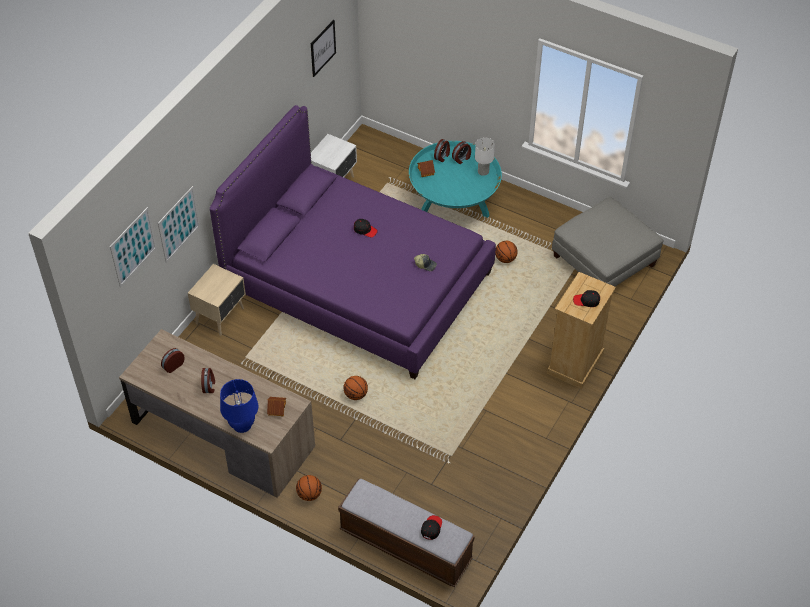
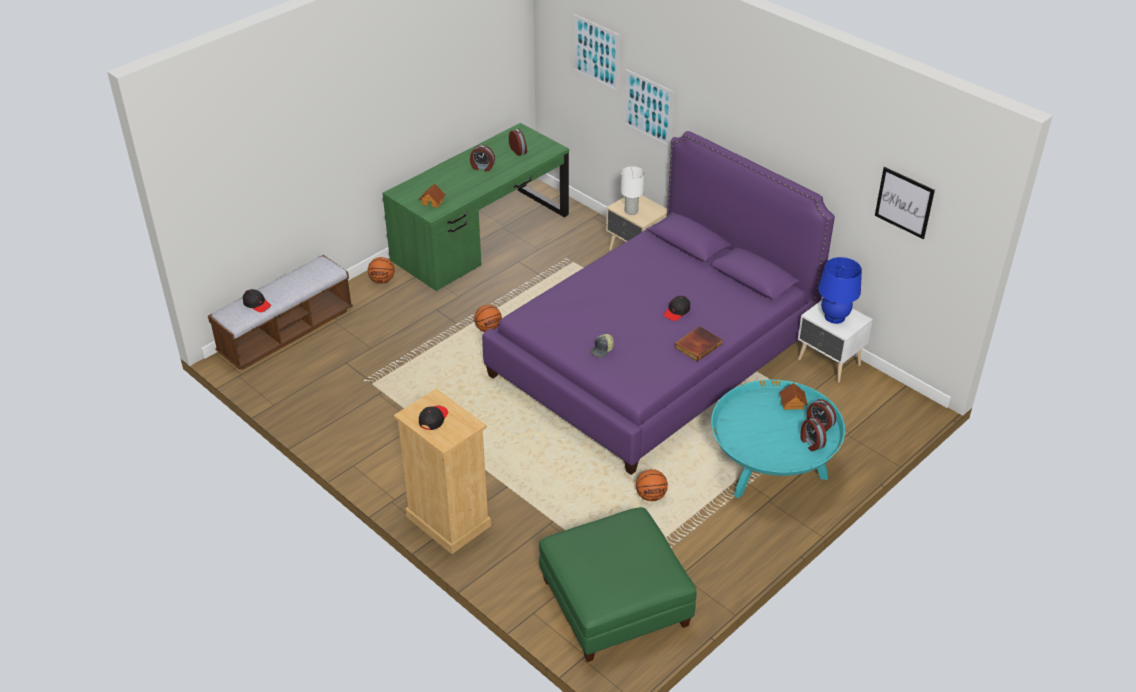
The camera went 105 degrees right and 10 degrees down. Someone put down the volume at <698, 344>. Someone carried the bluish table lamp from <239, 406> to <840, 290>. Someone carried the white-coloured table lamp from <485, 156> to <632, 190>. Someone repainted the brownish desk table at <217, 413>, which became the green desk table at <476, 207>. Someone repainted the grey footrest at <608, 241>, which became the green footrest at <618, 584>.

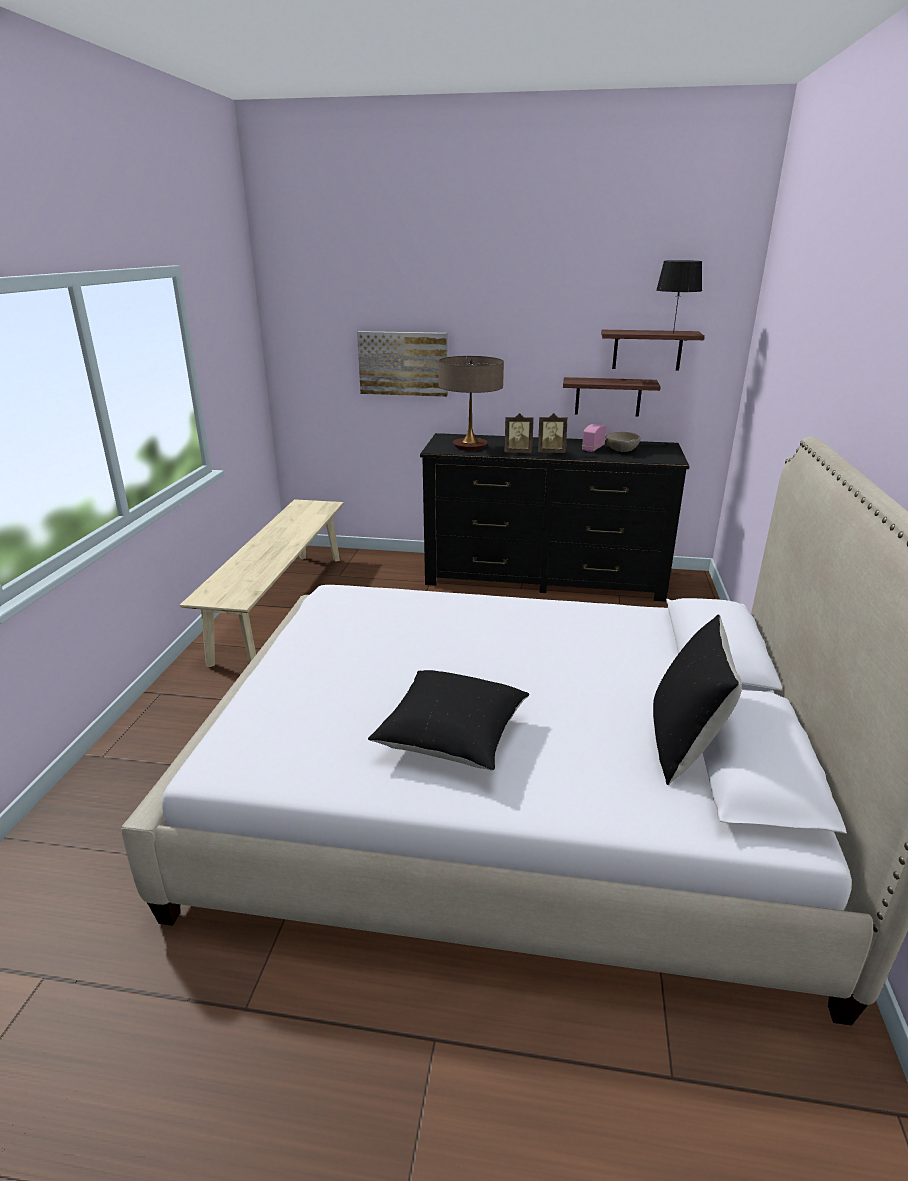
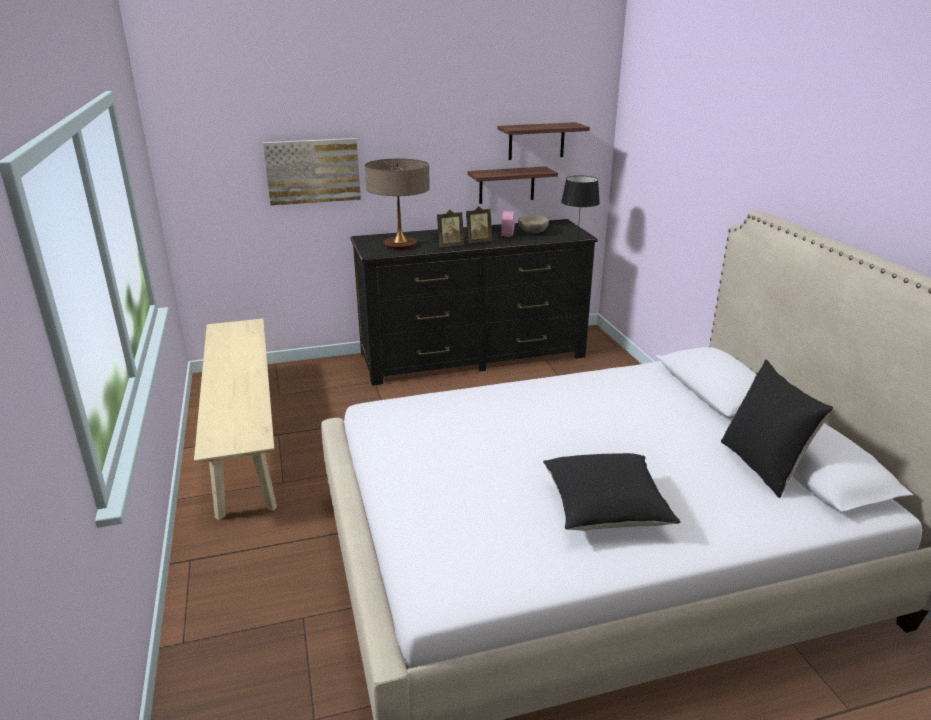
The camera went 25 degrees left and 0 degrees up. Someone carried the black-coloured table lamp from <679, 296> to <580, 204>.

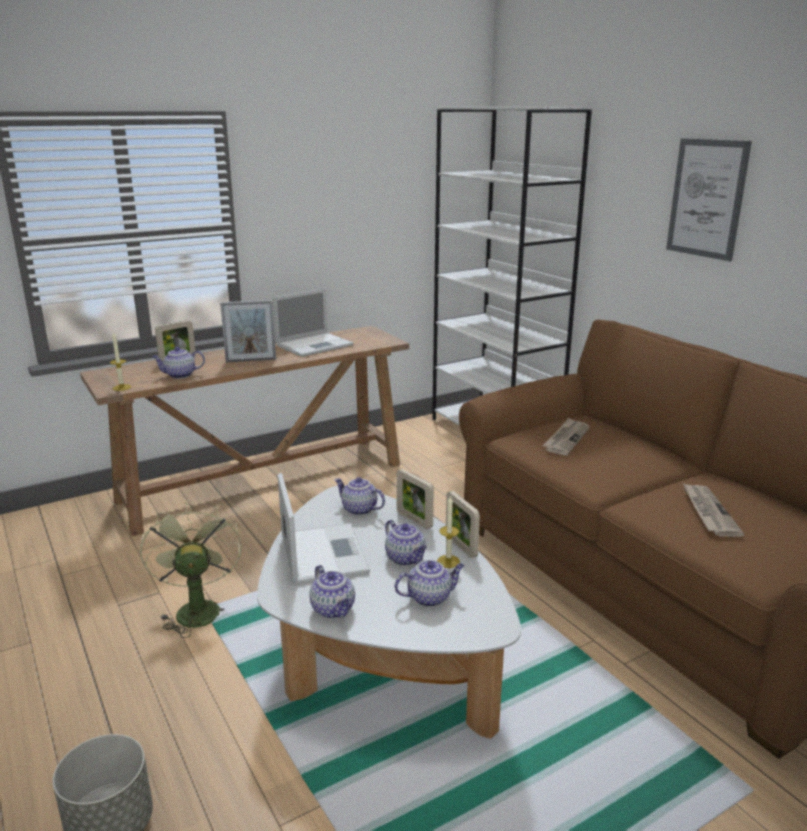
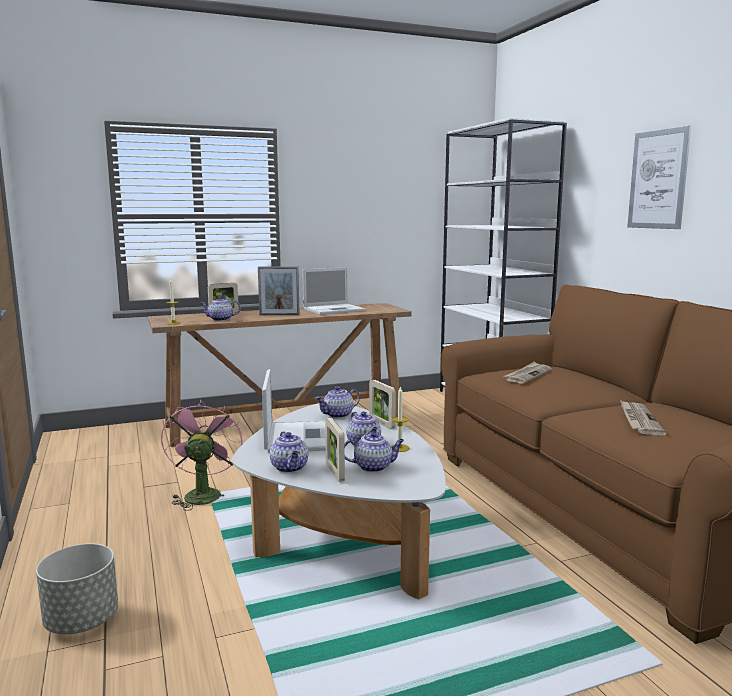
The camera went 10 degrees right and 10 degrees down. Someone carried the picture frame from <463, 524> to <335, 450>. Someone repainted the green cooling fan at <191, 570>, which became the pink cooling fan at <202, 455>. Someone rotated the tea pot at <359, 496> by 75 degrees counterclockwise.

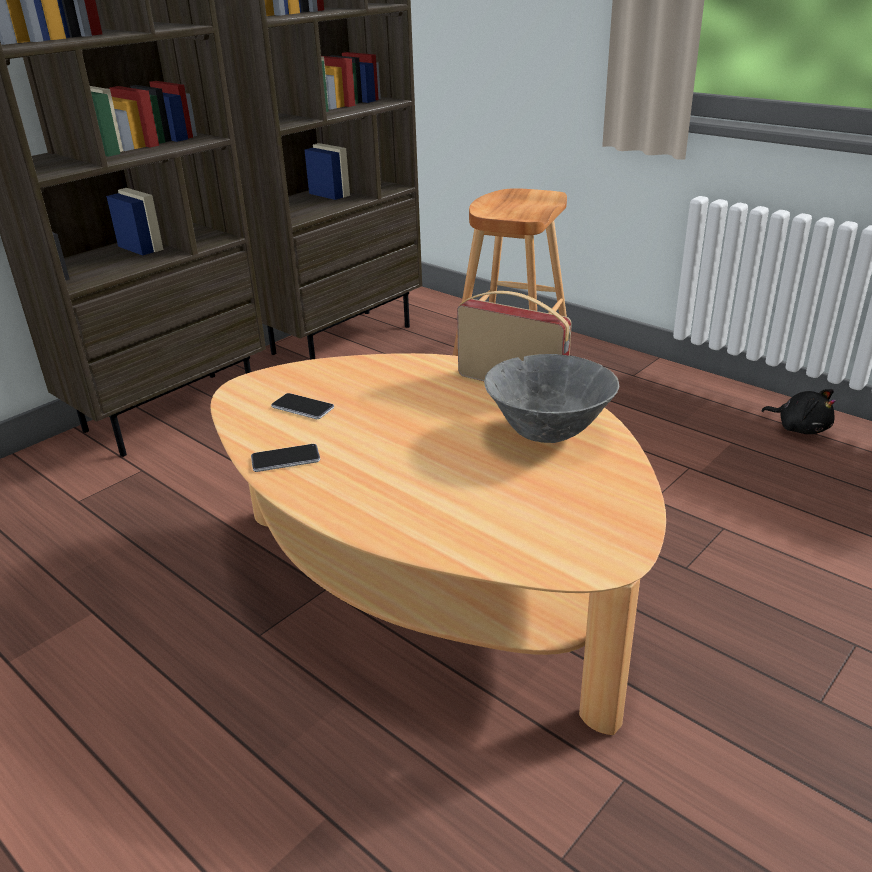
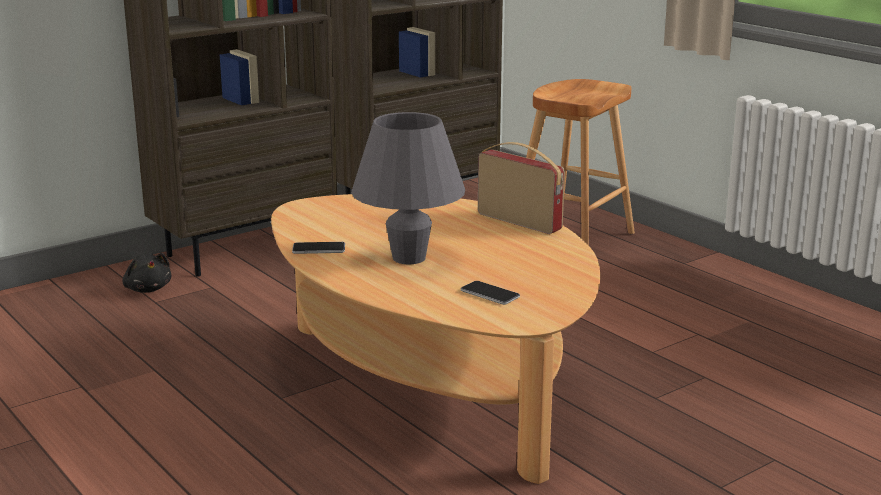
The camera went 10 degrees right and 10 degrees down. Someone took away the grey serving bowl at <551, 398>. Someone put down the grey table lamp at <408, 188>. Someone carried the telephone from <302, 406> to <490, 293>. Someone carried the black-coloured soft toy from <799, 411> to <146, 273>.

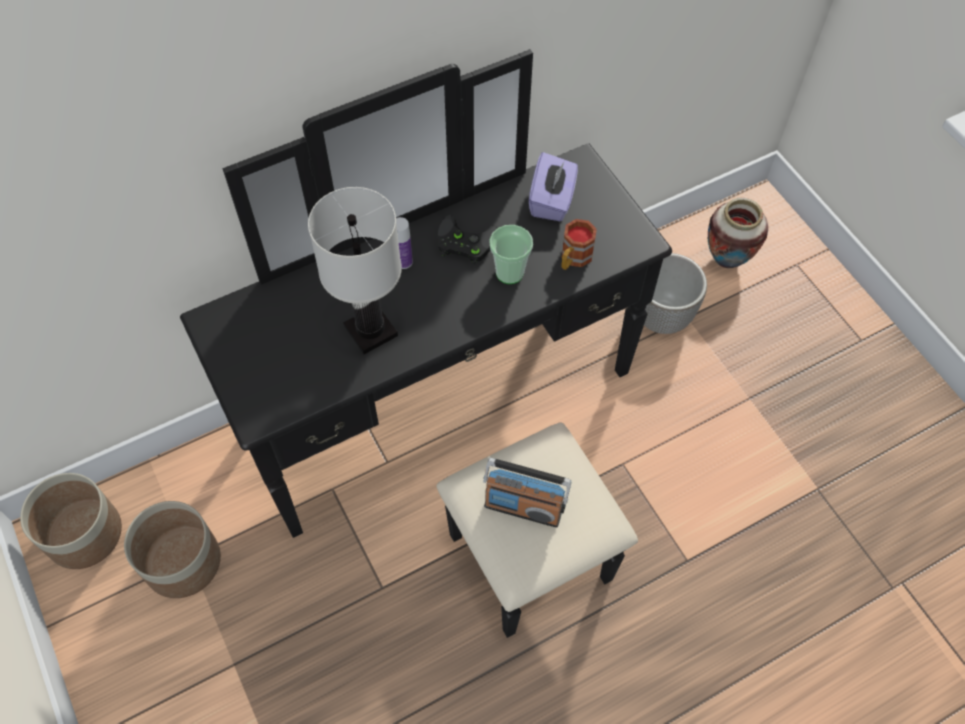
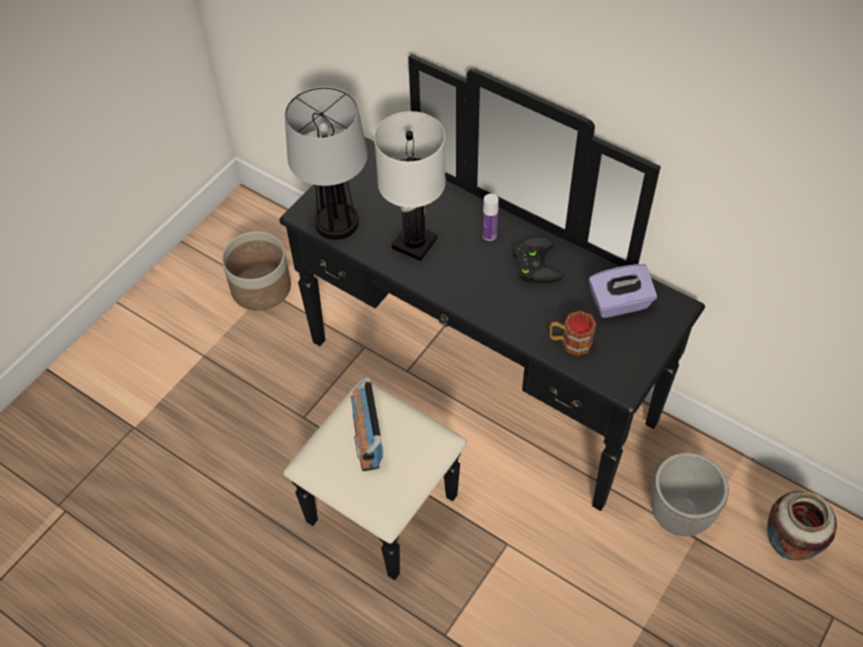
The camera went 65 degrees right and 5 degrees down. Someone took away the plant pot at <71, 521>. Someone took away the cup at <511, 254>. Someone put down the table lamp at <326, 163>.

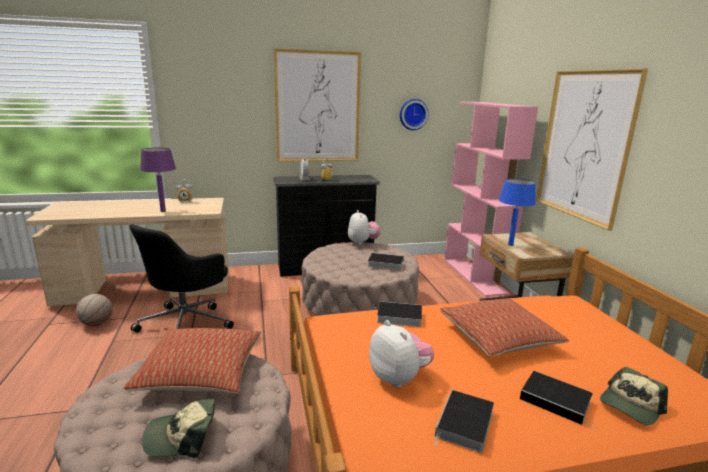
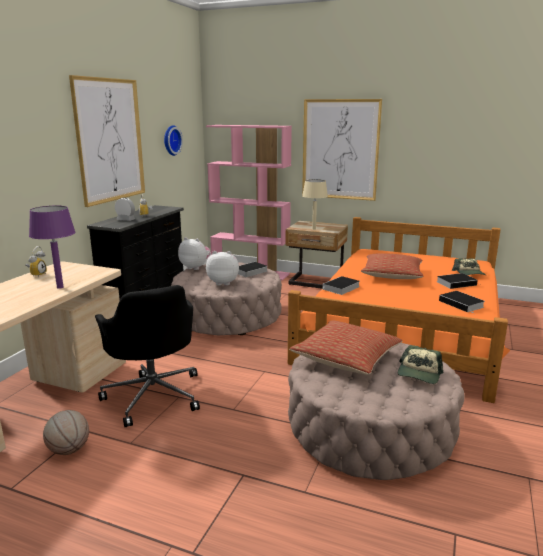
The camera went 55 degrees left and 0 degrees up. Someone carried the soft toy from <401, 354> to <222, 268>. Someone repainted the bluish table lamp at <517, 212>, which became the beige-coloured table lamp at <315, 204>.

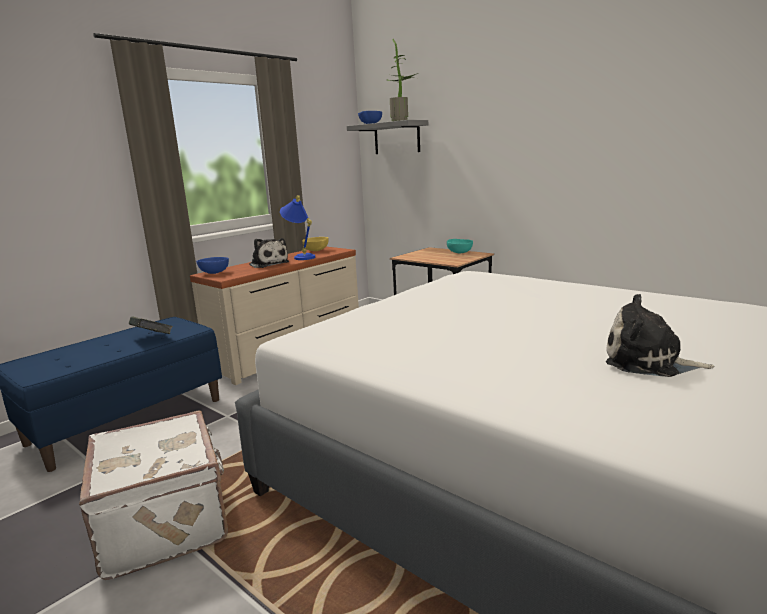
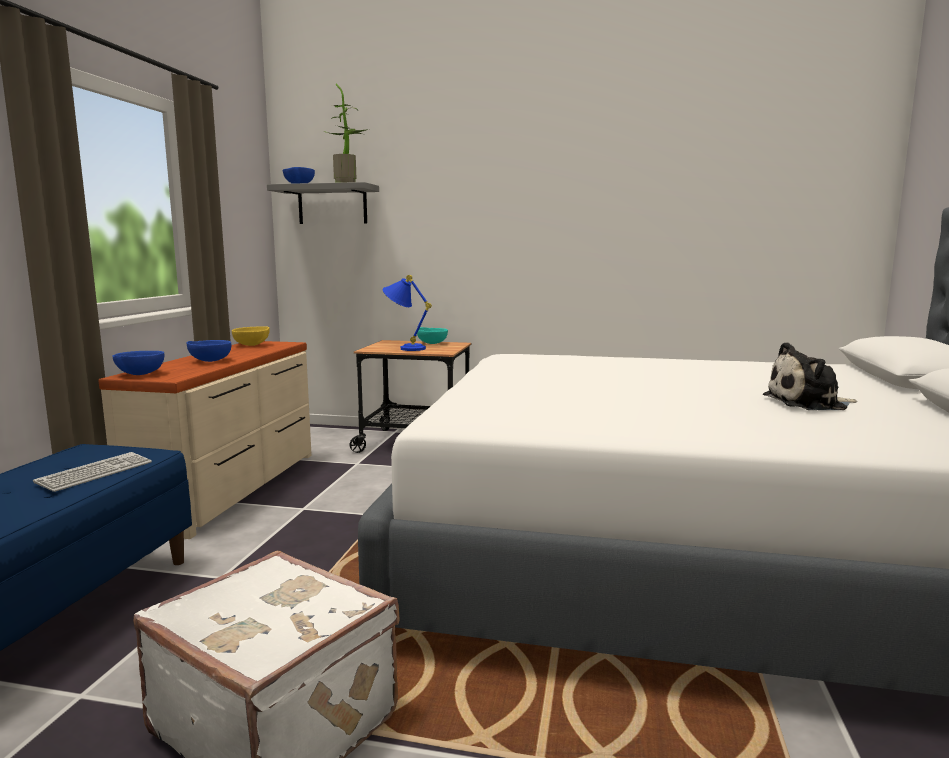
The camera went 30 degrees left and 5 degrees down. Someone carried the bluish table lamp from <297, 227> to <407, 313>. Someone swapped the volume at <151, 325> for the computer keyboard at <92, 472>. Someone swapped the soft toy at <269, 253> for the bluish serving bowl at <208, 351>.

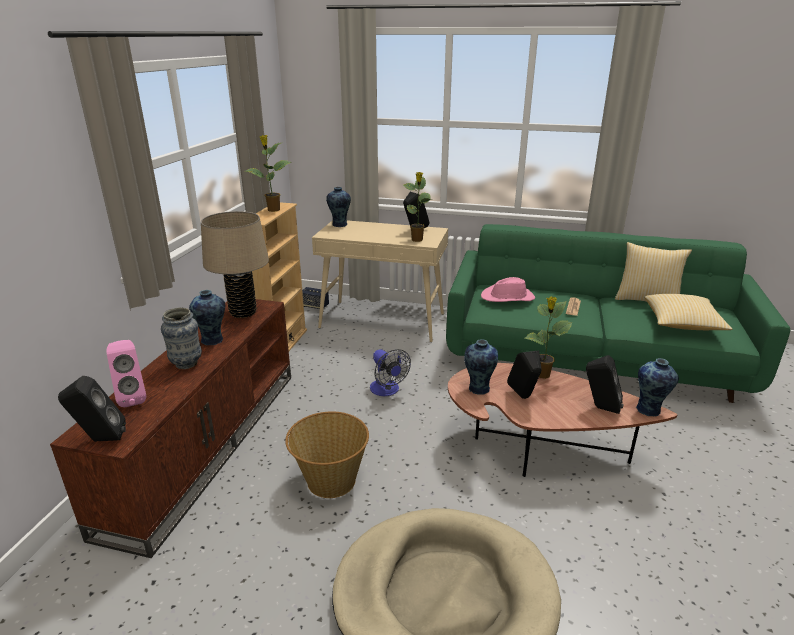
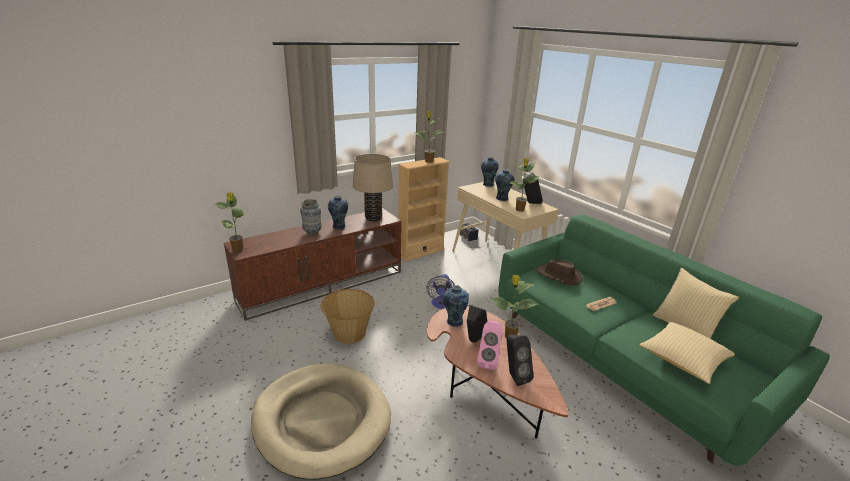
The camera went 40 degrees right and 0 degrees up. Someone carried the pink speaker from <126, 373> to <489, 345>. Someone carried the vase from <657, 387> to <505, 185>. Someone swapped the black-coloured speaker at <92, 409> for the potted plant at <230, 222>. Someone repainted the pink hat at <508, 289>, which became the brownish hat at <559, 272>.

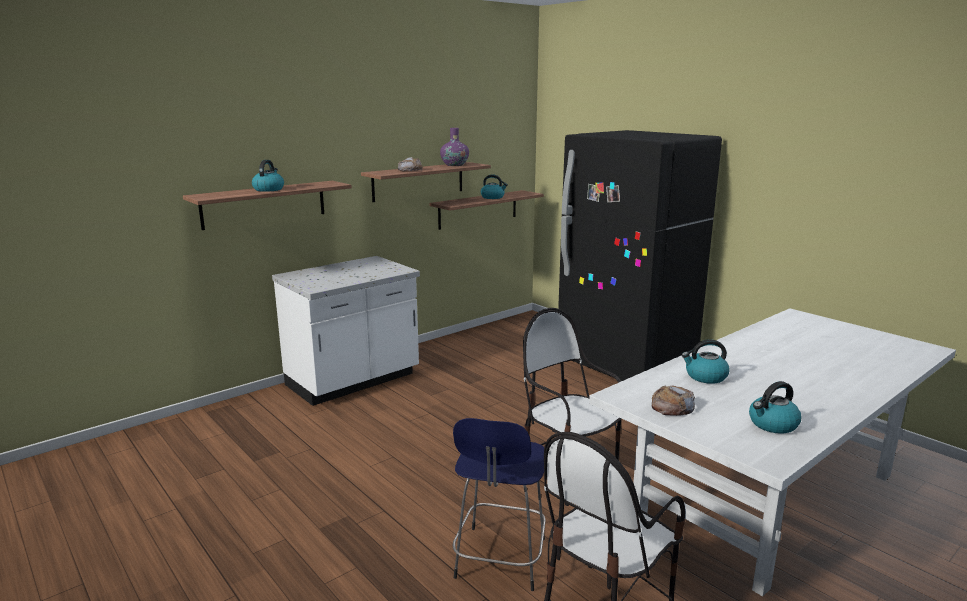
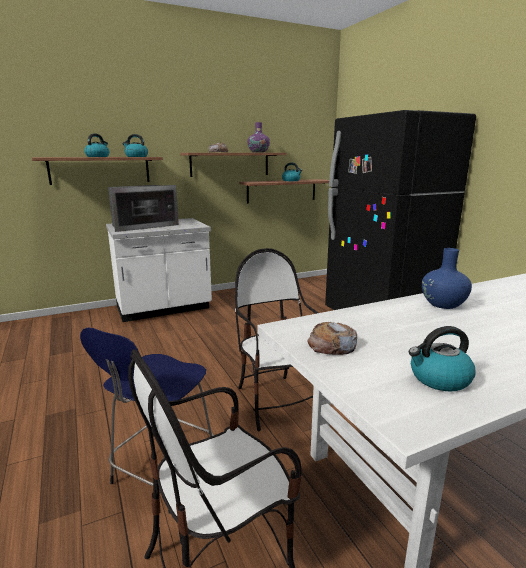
The camera went 15 degrees right and 0 degrees up. Someone put down the microwave oven at <143, 208>. Someone put down the bluish vase at <447, 278>. Someone carried the kettle from <706, 361> to <135, 145>.

